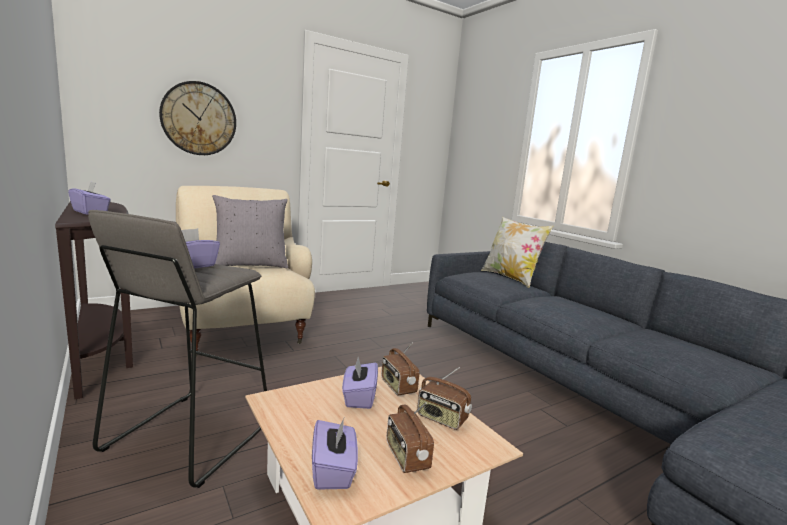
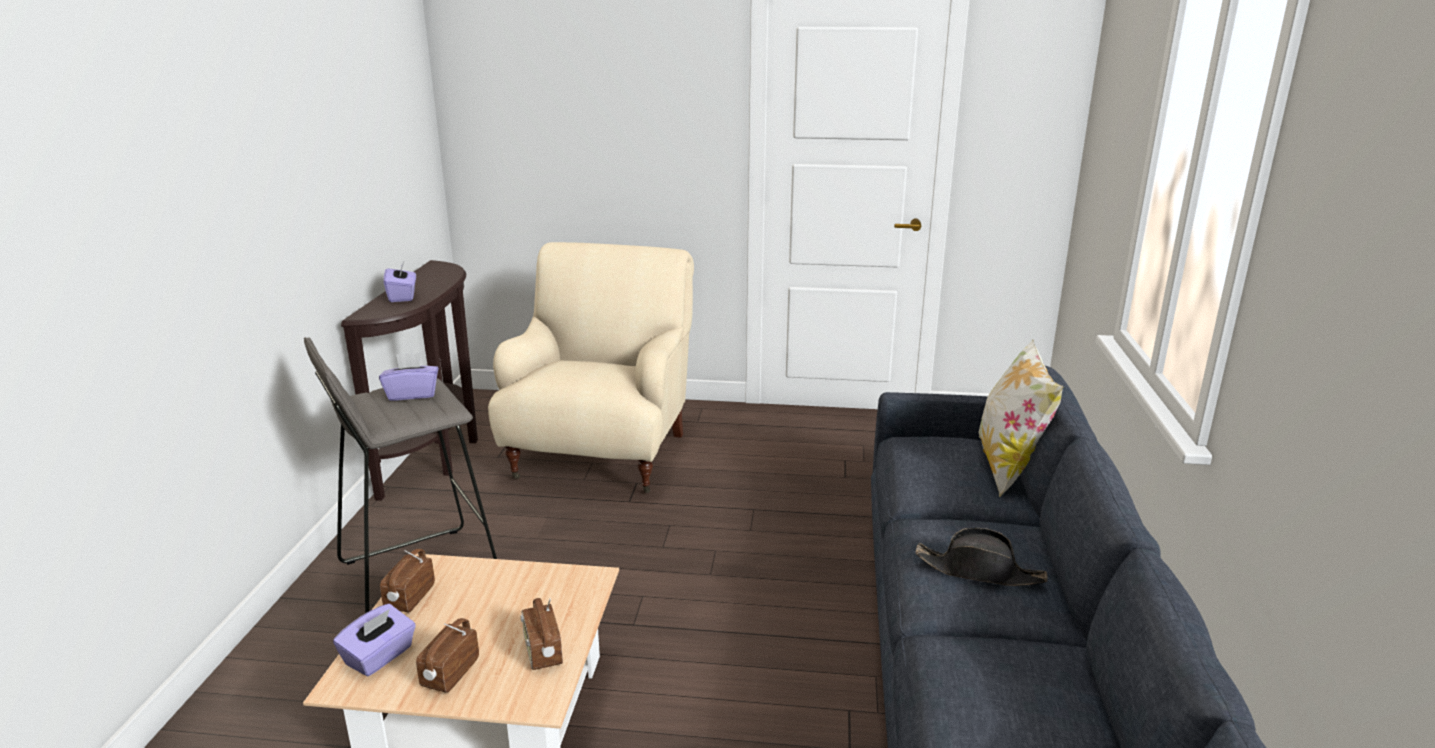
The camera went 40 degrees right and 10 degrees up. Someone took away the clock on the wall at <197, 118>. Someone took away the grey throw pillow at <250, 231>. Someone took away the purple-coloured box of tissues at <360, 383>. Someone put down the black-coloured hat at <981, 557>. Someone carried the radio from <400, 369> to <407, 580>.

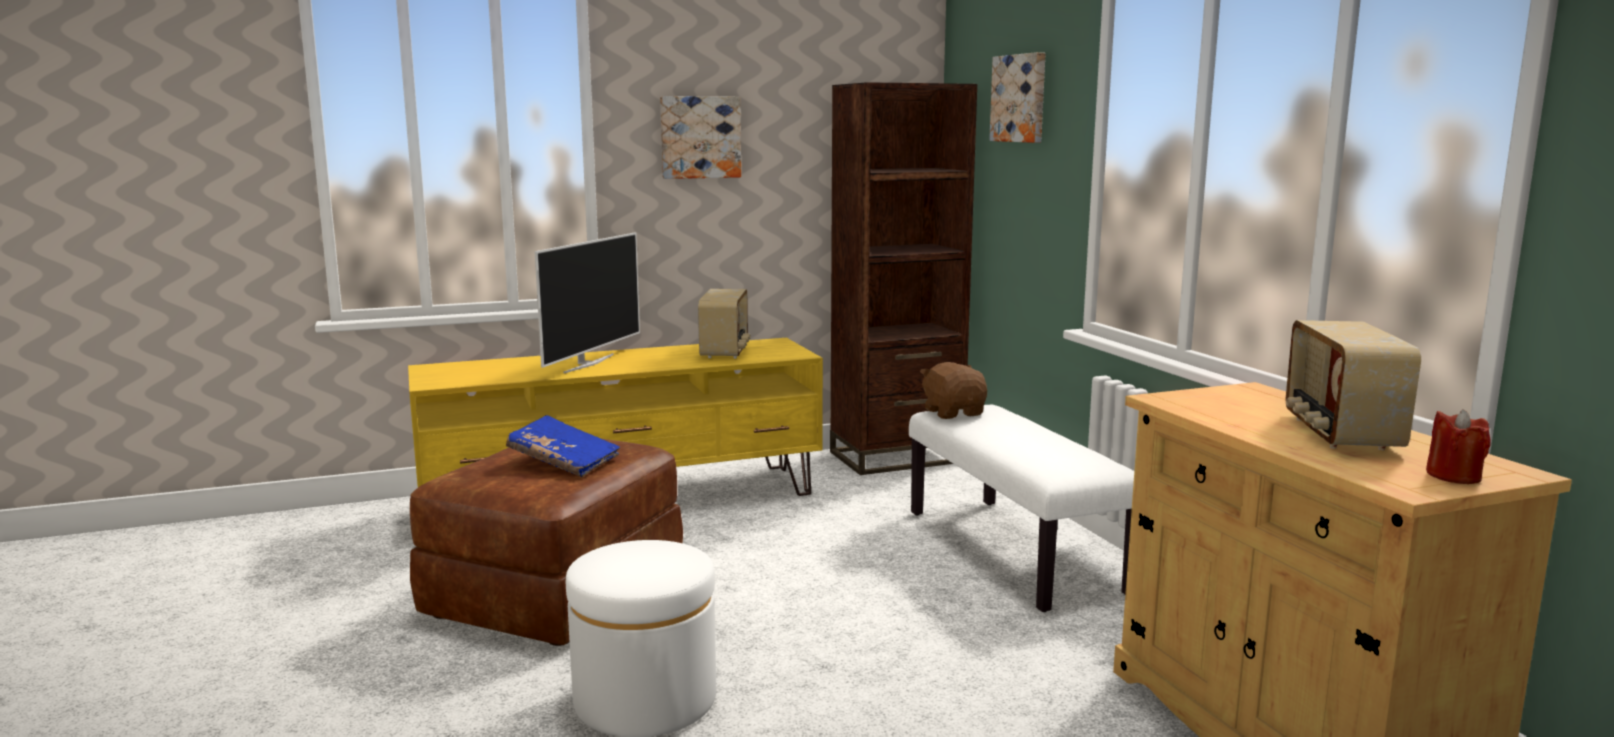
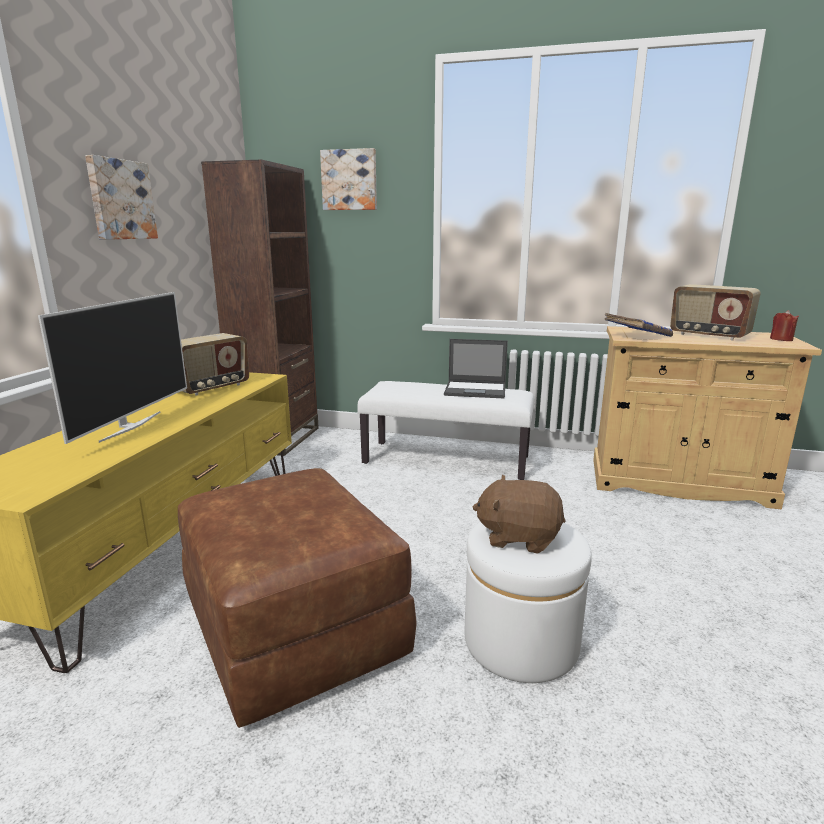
The camera went 55 degrees left and 5 degrees up. Someone put down the portable computer at <476, 368>. Someone carried the bluish volume from <563, 446> to <638, 325>. Someone carried the brownish soft toy from <953, 390> to <519, 514>. Someone rotated the television at <587, 302> by 45 degrees clockwise. Someone rotated the radio at <724, 324> by 90 degrees clockwise.

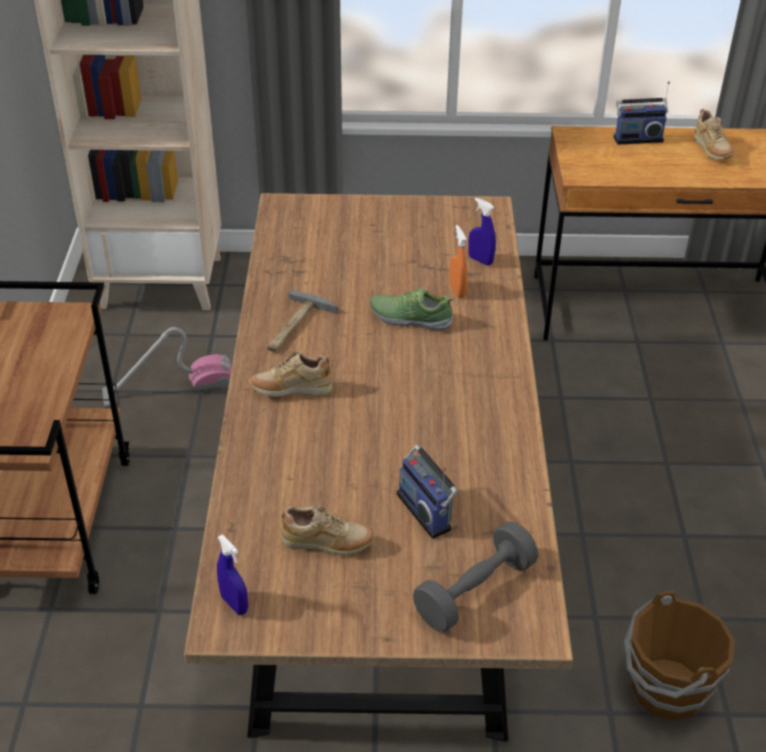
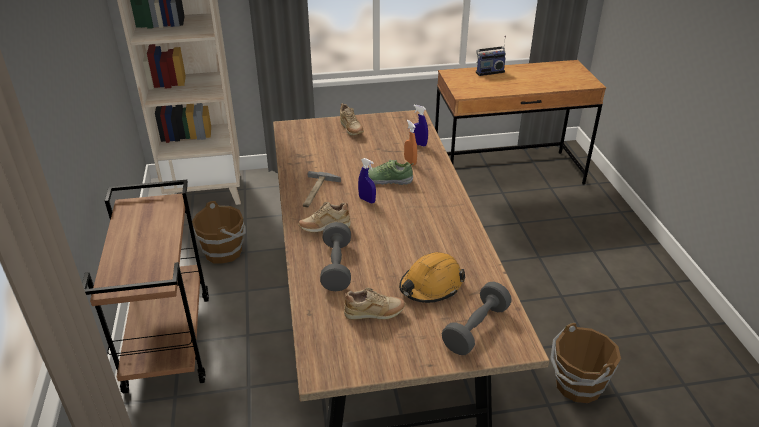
The camera went 10 degrees left and 5 degrees down. Someone put down the grey free weight at <335, 256>. Someone carried the bluish sprayer from <232, 575> to <367, 180>. Someone carried the beige-coloured shoe from <714, 134> to <352, 119>. Someone swapped the vacuum cleaner at <167, 367> for the brownish water bucket at <219, 232>. Someone swapped the radio at <427, 491> for the orangey work helmet at <432, 277>.

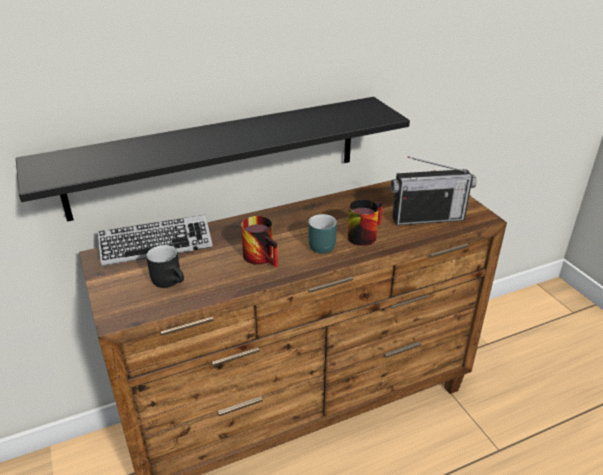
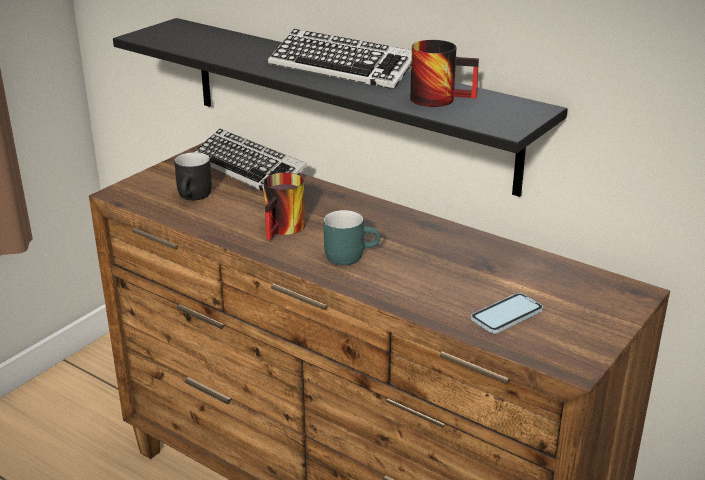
The camera went 60 degrees right and 5 degrees down. Someone put down the computer keyboard at <340, 59>. Someone carried the tea mug from <365, 222> to <444, 73>. Someone swapped the radio at <433, 190> for the telephone at <507, 313>.

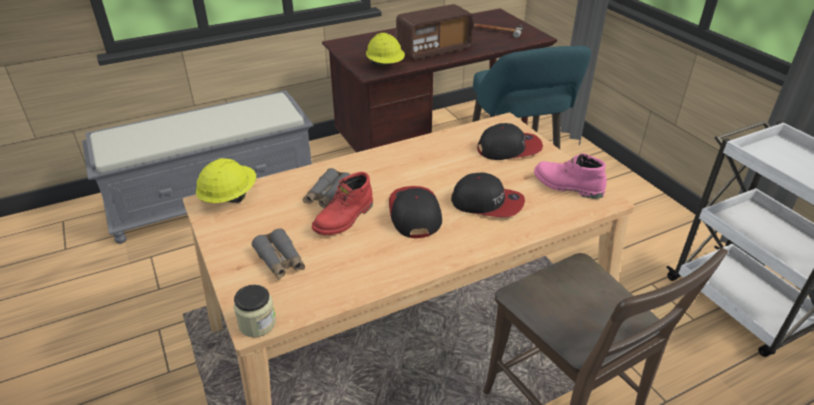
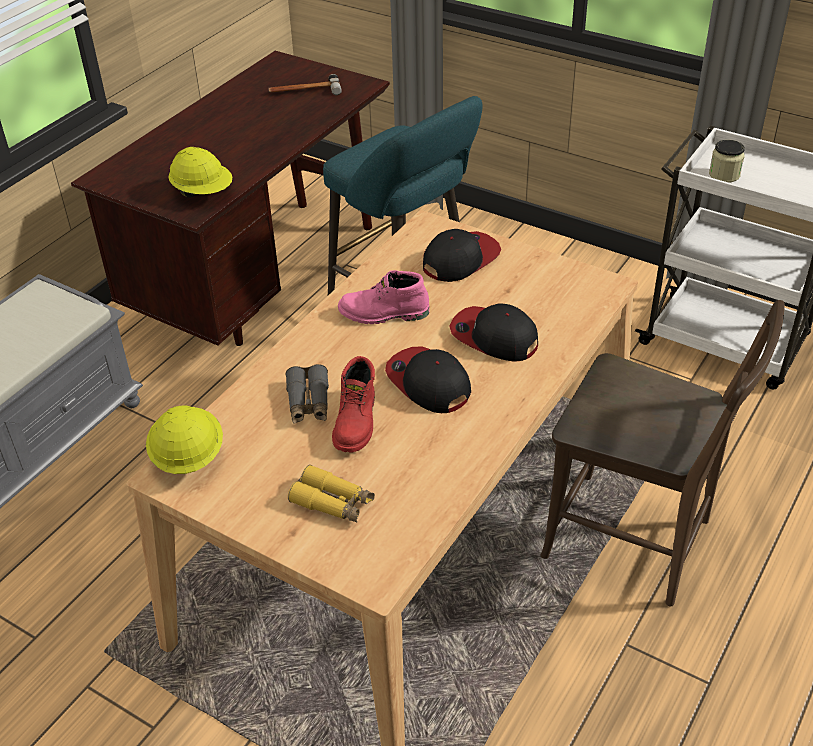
The camera went 30 degrees left and 5 degrees up. Someone took away the radio at <435, 32>. Someone carried the preserve jar from <255, 311> to <727, 161>. Someone carried the pink boot from <570, 176> to <383, 297>. Someone repainted the grey field glasses at <278, 253>, which became the yellow field glasses at <331, 494>. Someone rotated the cap at <488, 195> by 135 degrees counterclockwise.

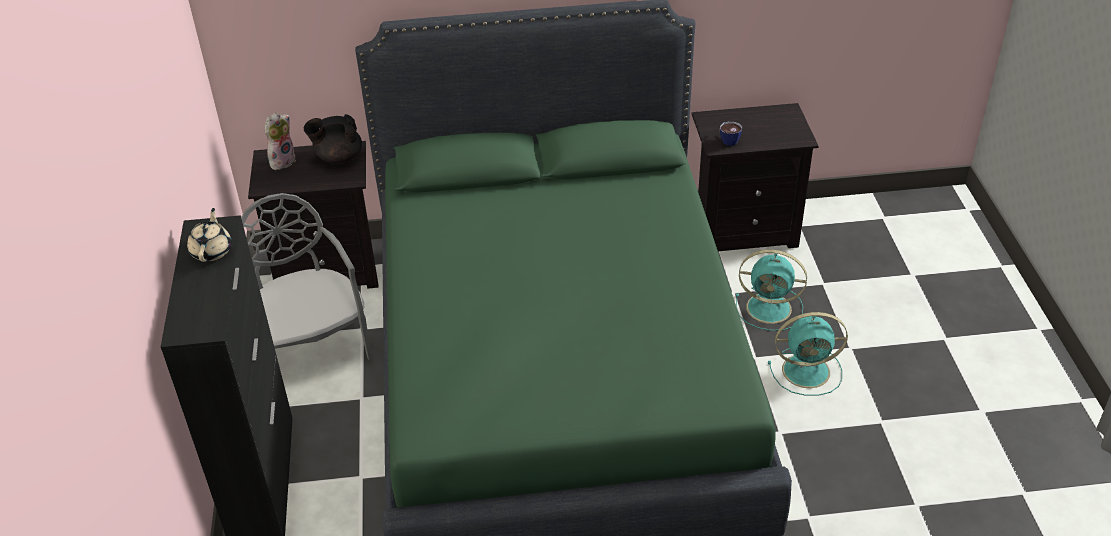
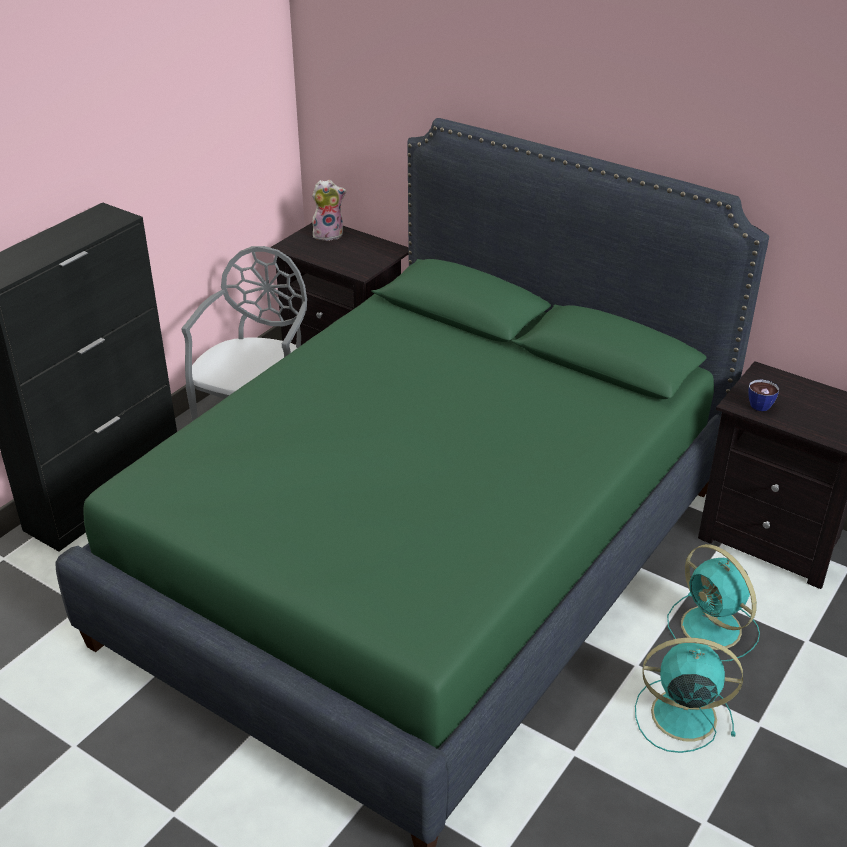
The camera went 40 degrees right and 5 degrees down. Someone took away the beige-coloured tea pot at <209, 235>. Someone took away the black-coloured tea pot at <333, 139>. Someone rotated the blue-green cooling fan at <808, 354> by 150 degrees clockwise.

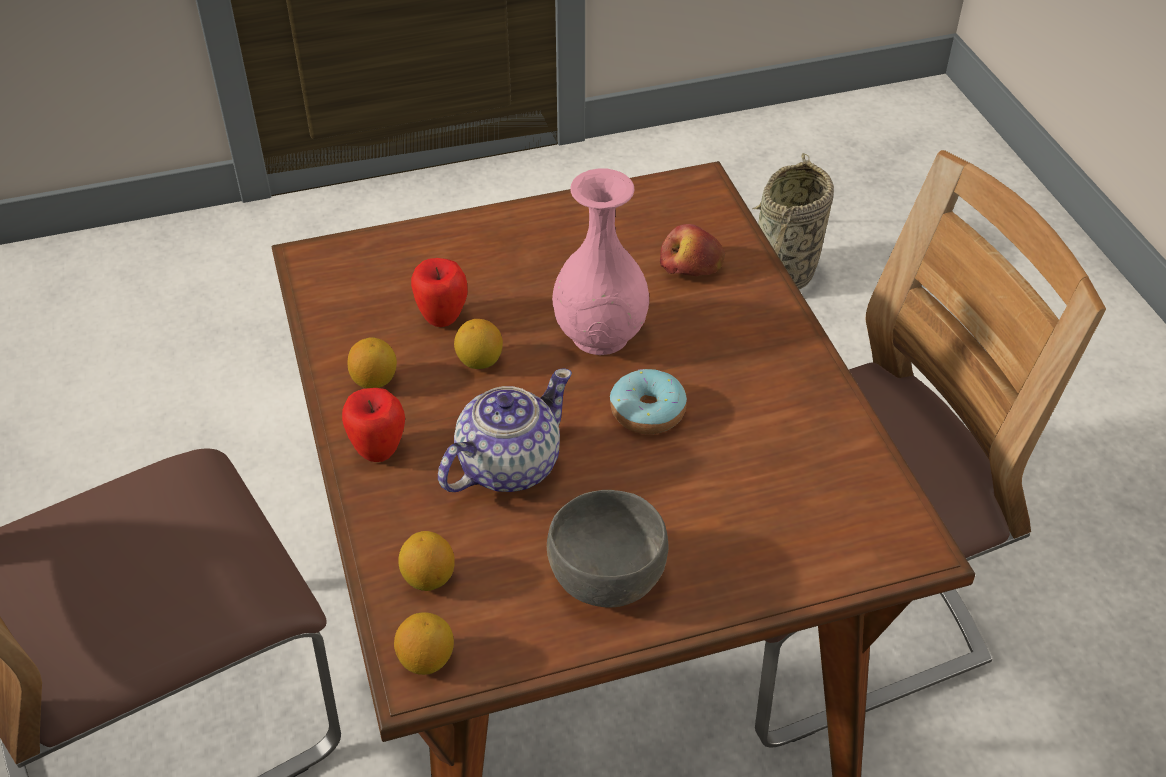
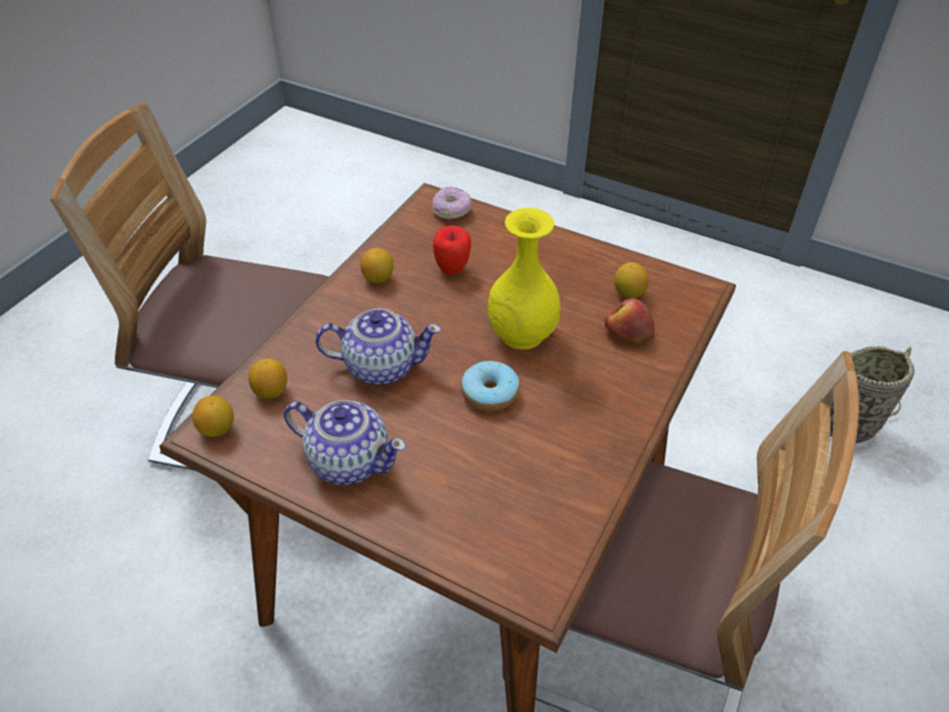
The camera went 45 degrees right and 0 degrees up. Someone took away the apple fruit at <373, 425>. Someone put down the ring doughnut at <451, 203>. Someone carried the citrus fruit from <478, 344> to <631, 280>. Someone swapped the grey serving bowl at <608, 549> for the tea pot at <345, 442>. Someone repainted the pink vase at <600, 262>, which became the yellow vase at <524, 279>.

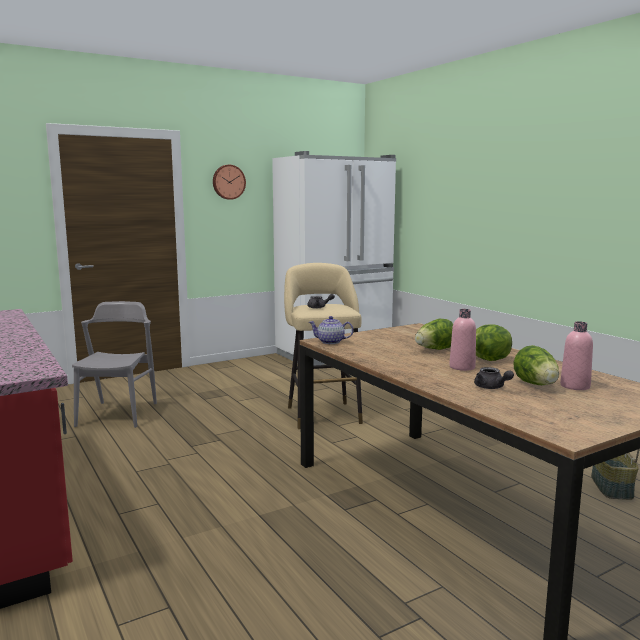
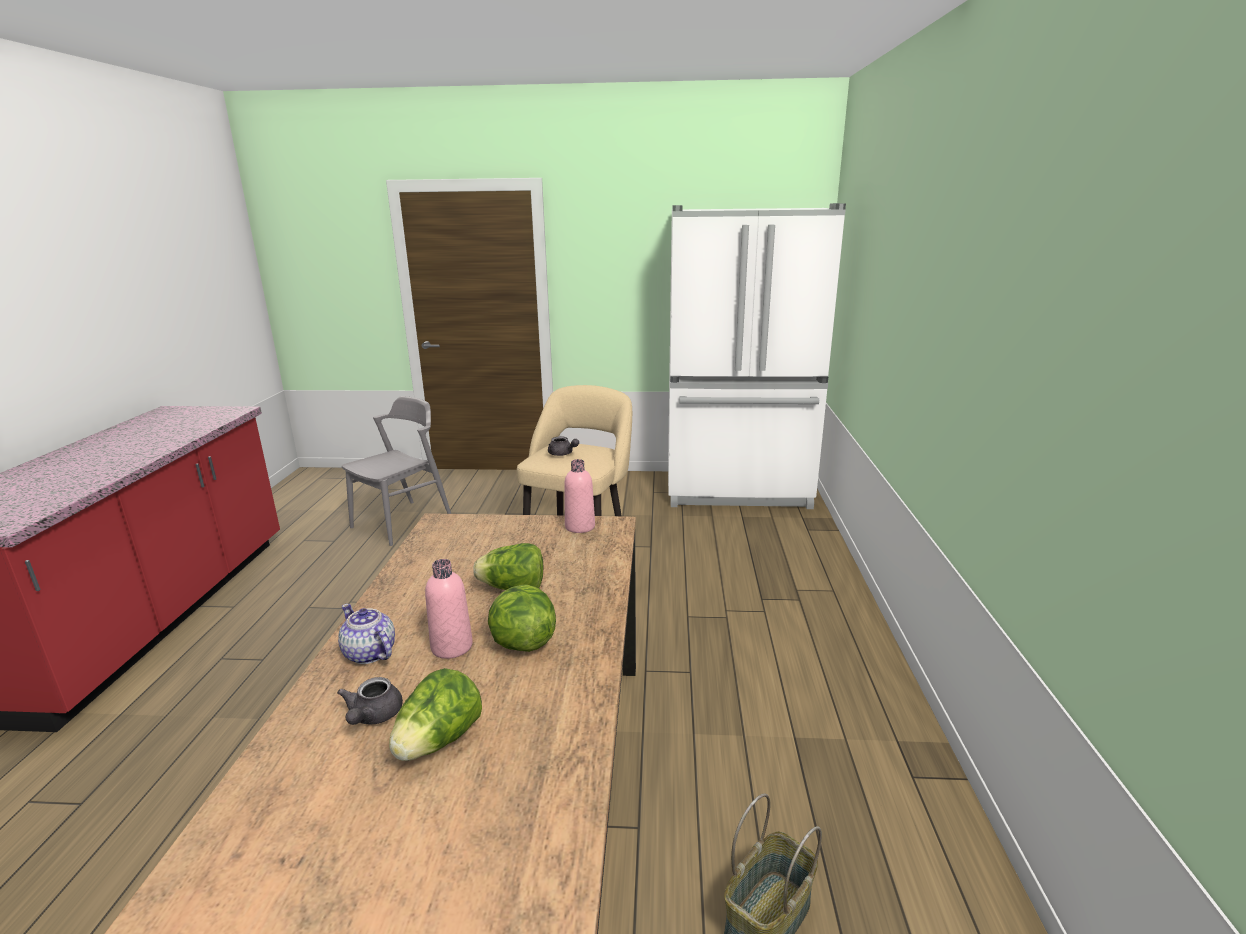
The camera went 35 degrees right and 10 degrees up. Someone took away the clock on the wall at <229, 182>. Someone carried the tea pot from <331, 330> to <366, 634>. Someone carried the pink bottle from <576, 355> to <579, 496>.

